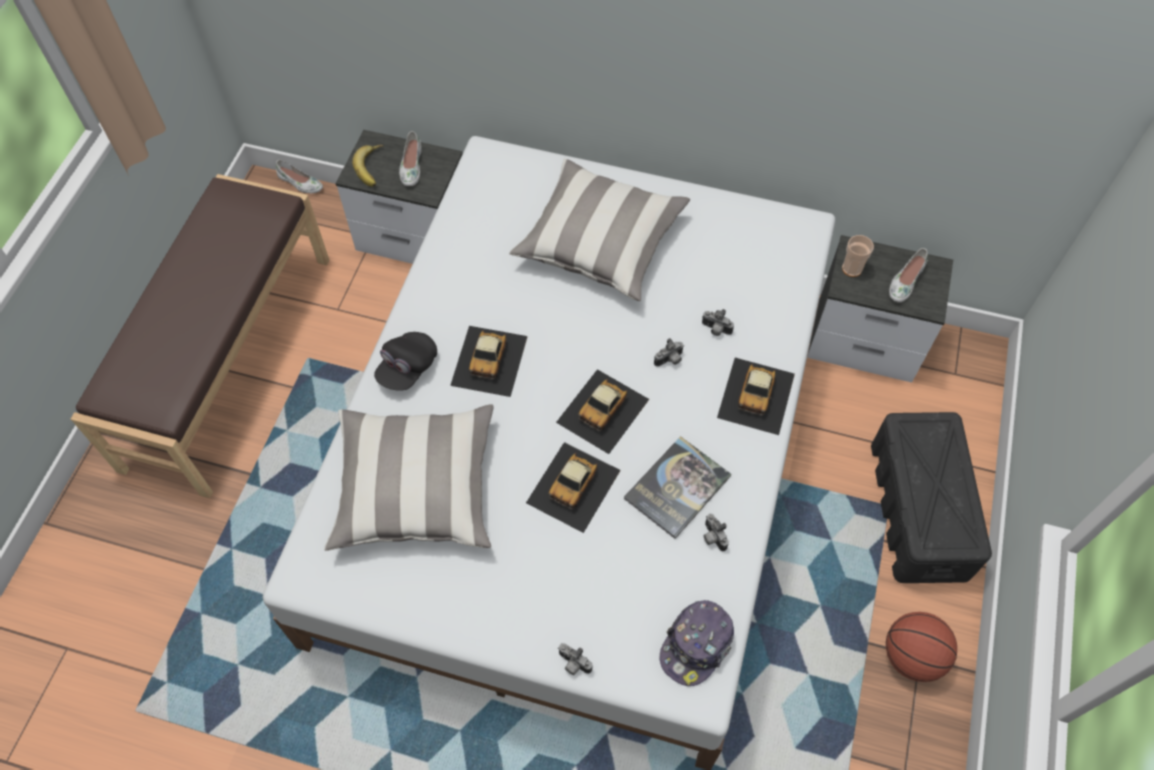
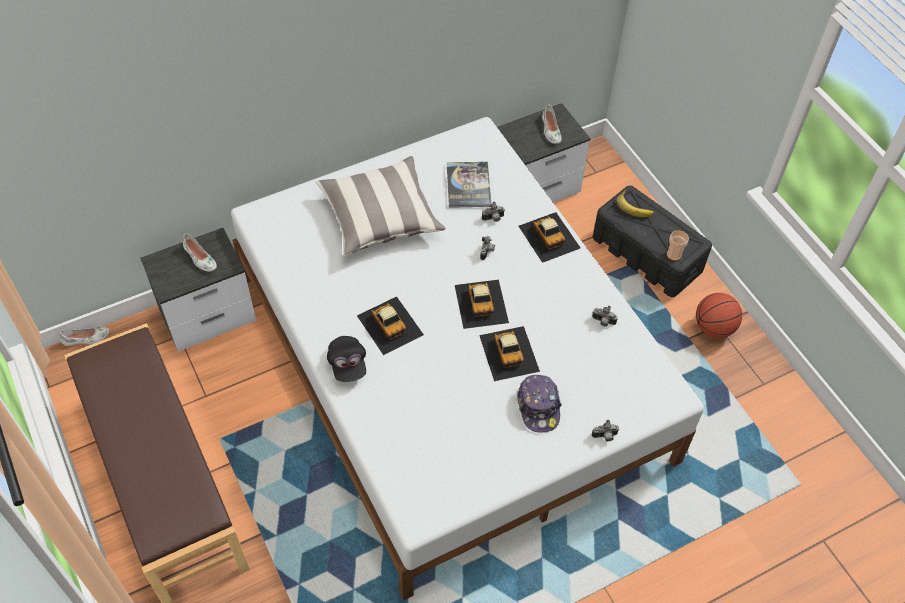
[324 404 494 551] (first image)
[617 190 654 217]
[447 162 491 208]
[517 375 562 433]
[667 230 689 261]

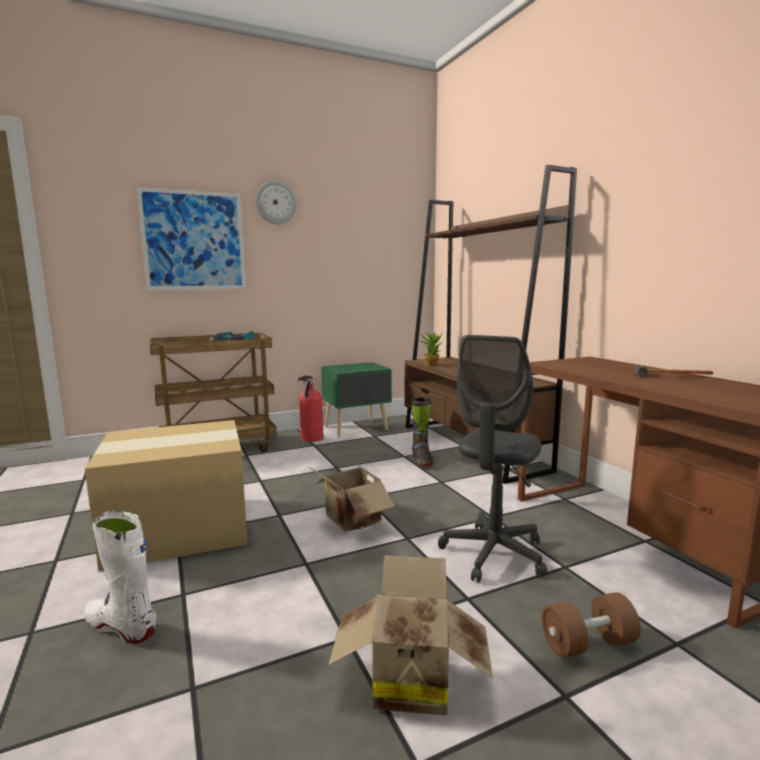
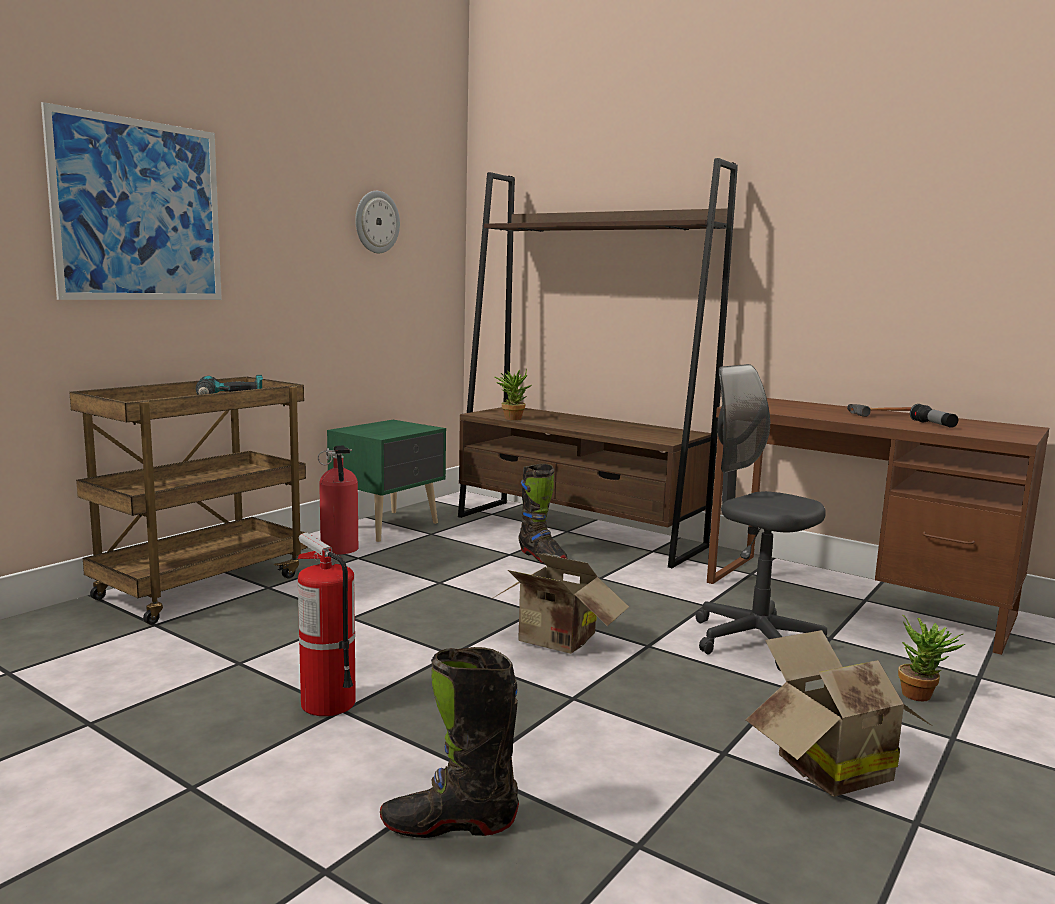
[910 404 958 428]
[355 191 400 253]
[298 533 356 716]
[898 614 966 701]
[380 647 519 838]
[696 364 827 671]

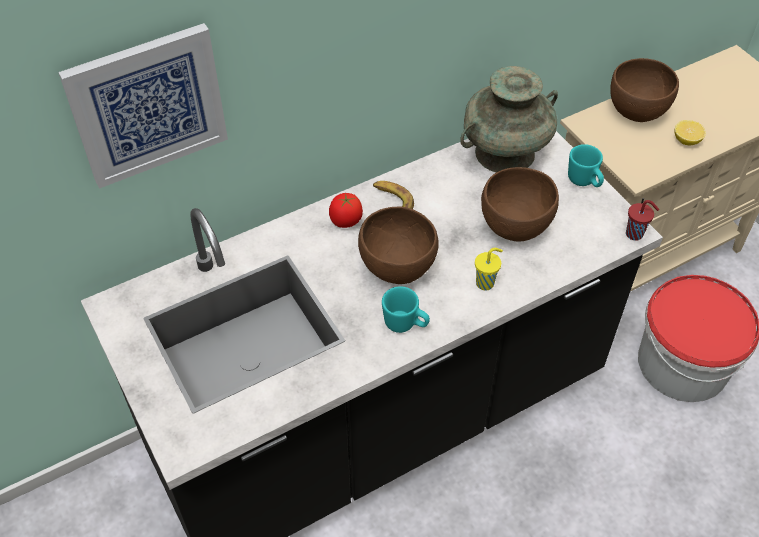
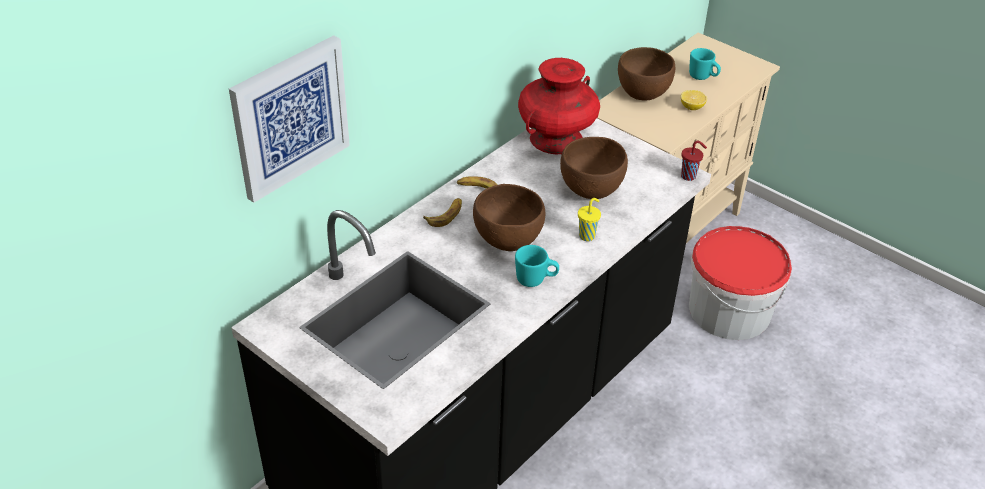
[689 48 721 80]
[423 198 462 227]
[518 58 600 154]

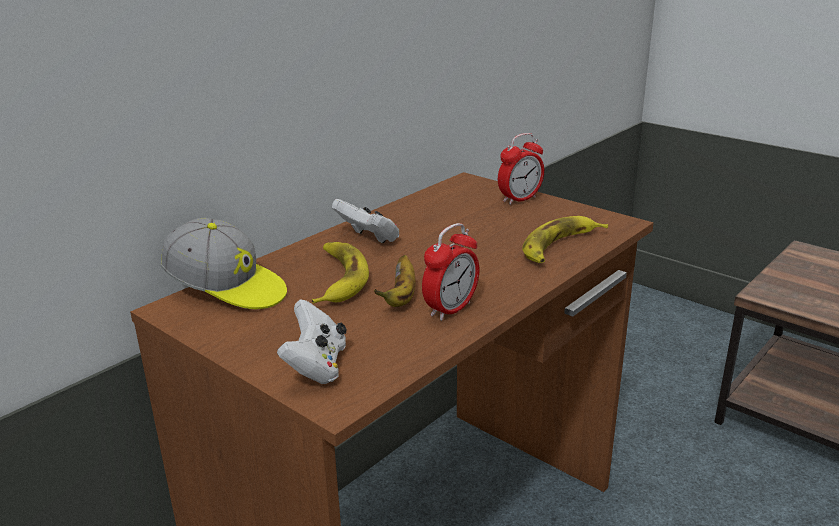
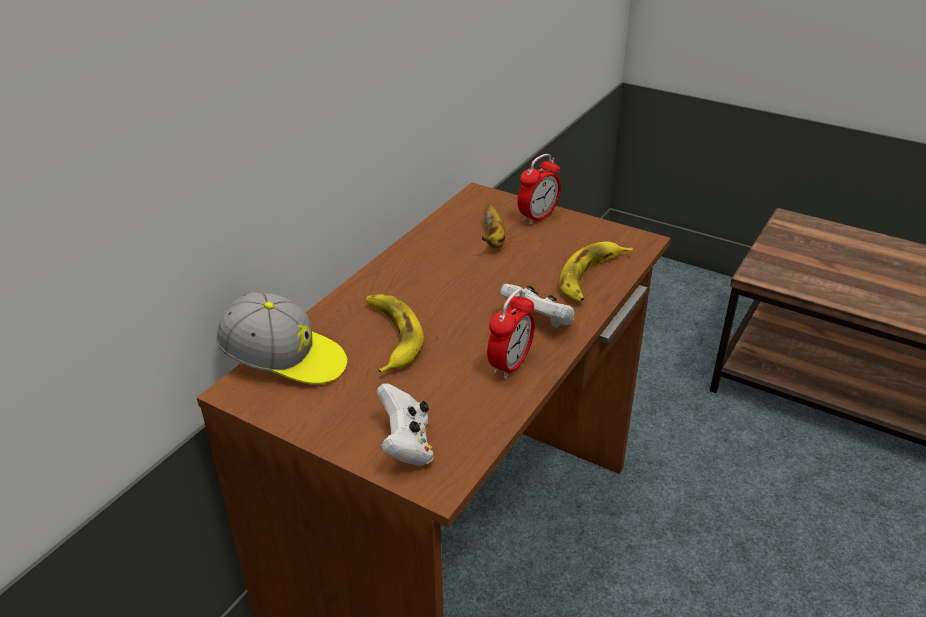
[500 284 574 328]
[482 204 505 248]

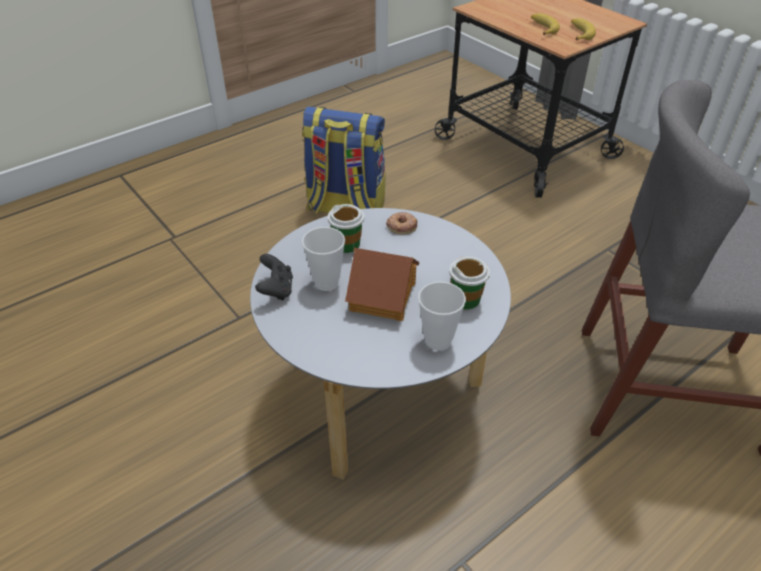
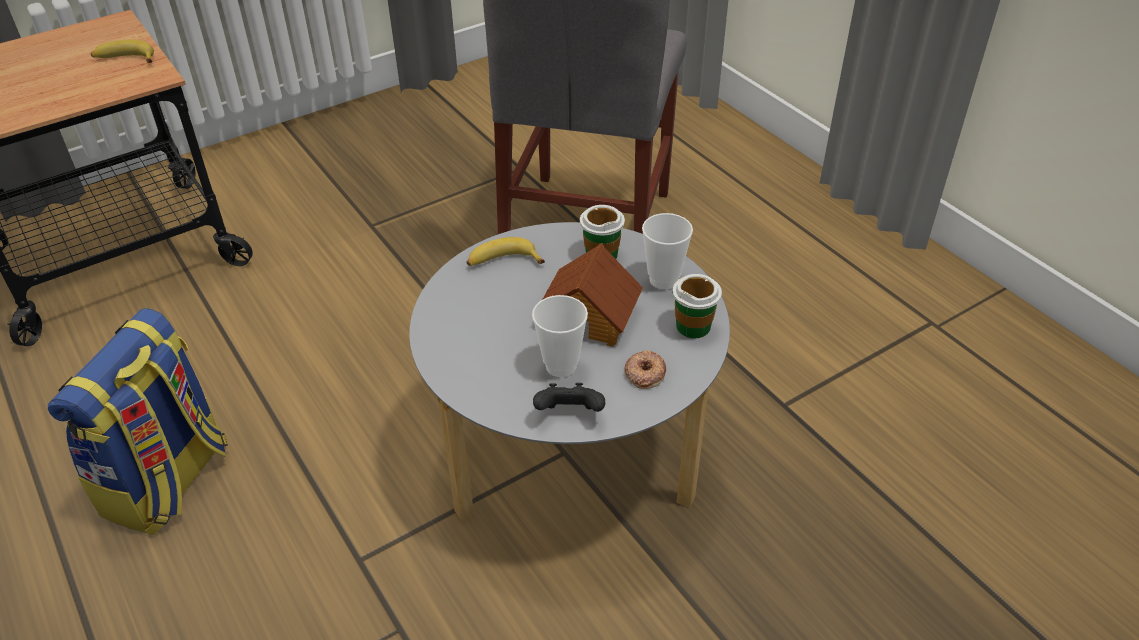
[673 274 722 338]
[624 350 666 389]
[467 237 545 266]

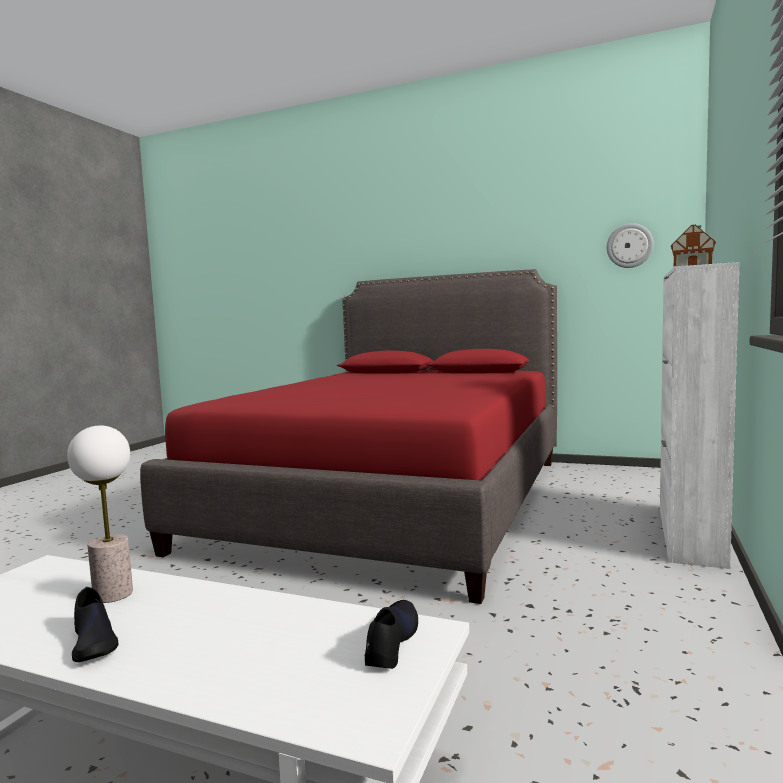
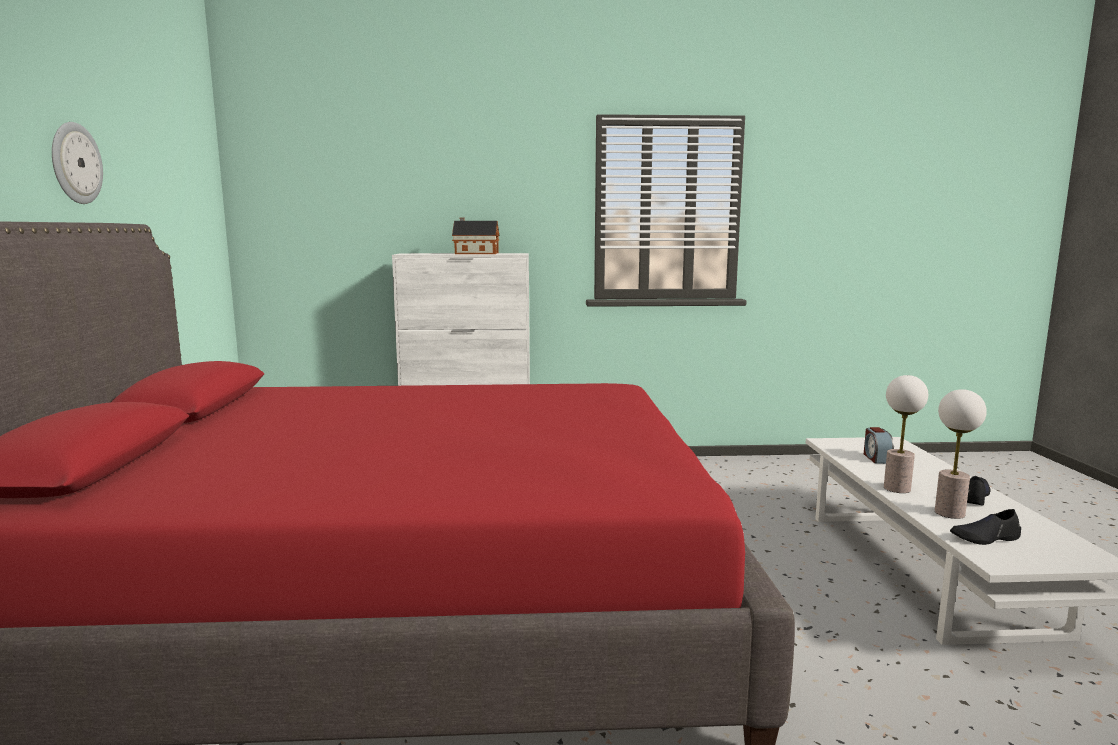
[864 427 894 464]
[884 375 928 493]
[950 509 1021 545]
[52 122 103 204]

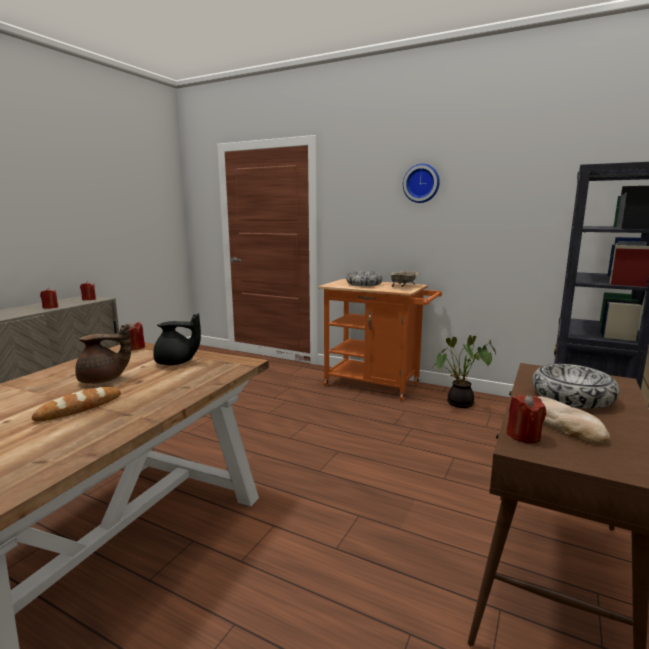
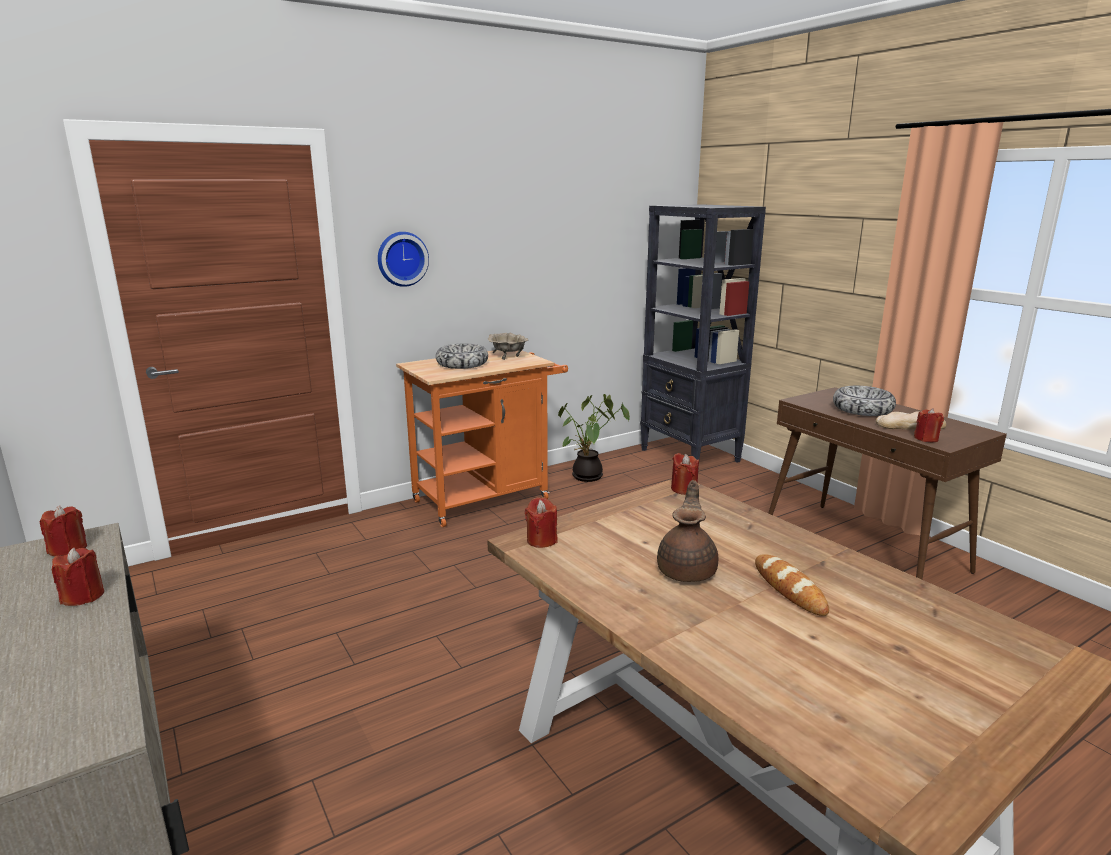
[153 313 201 365] (first image)
[671 453 699 495]
[378 232 429 287]

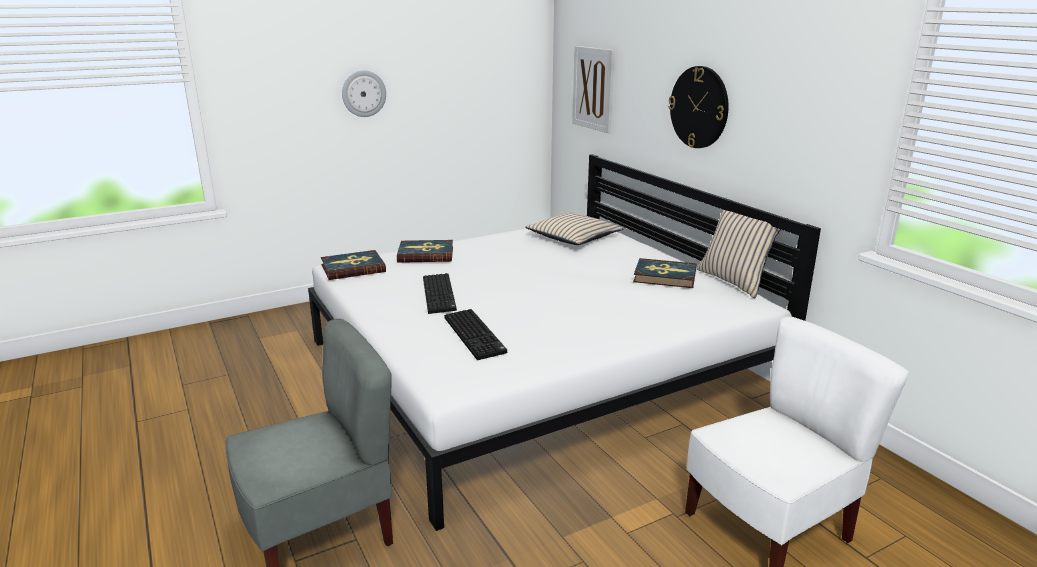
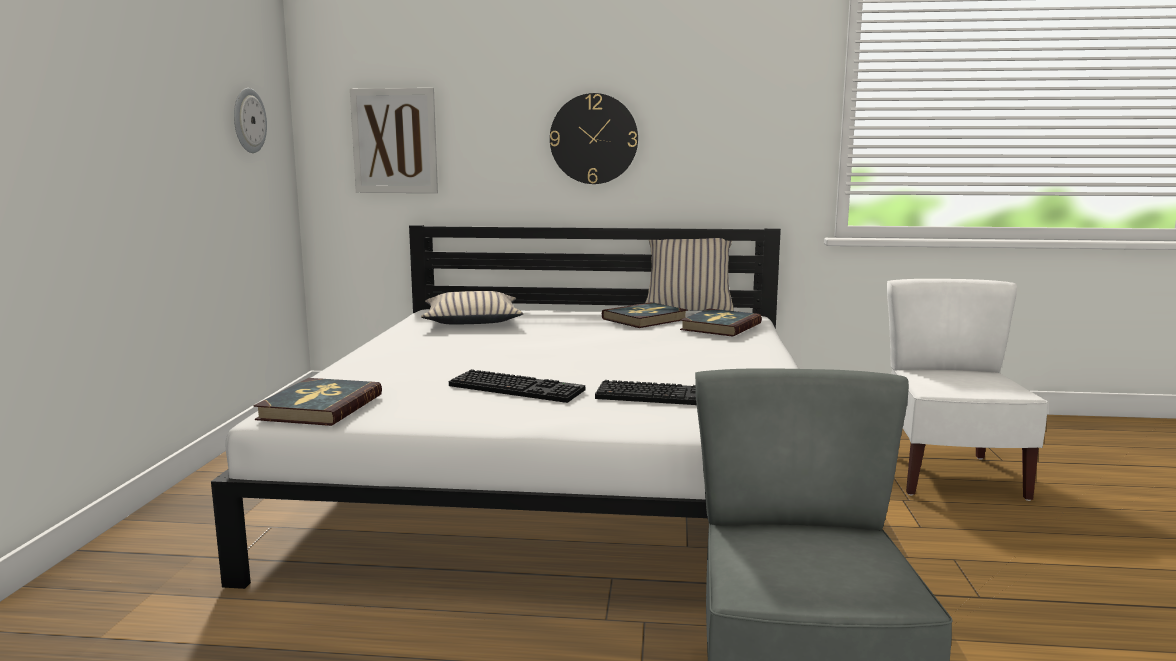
[234 88 267 153]
[680 309 762 337]

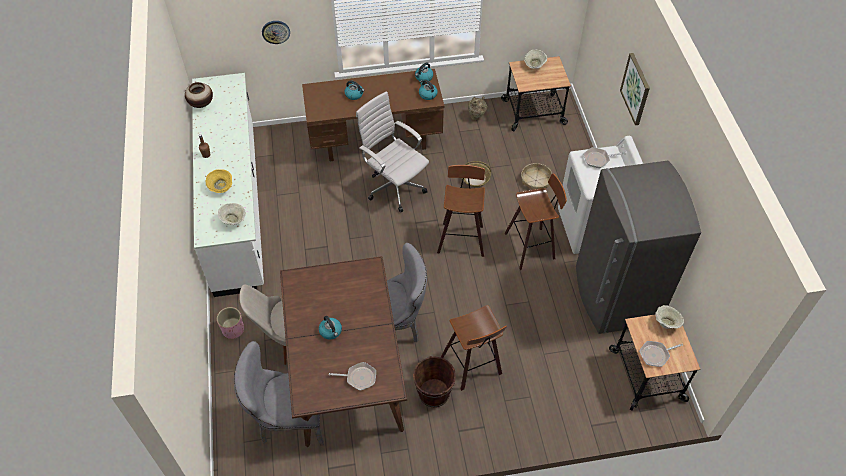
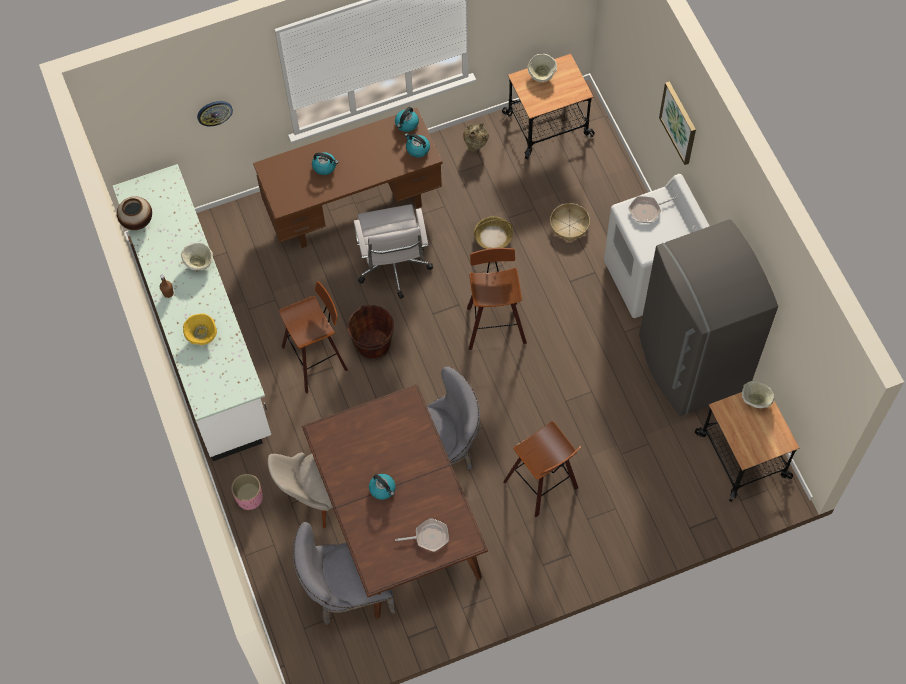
[639 341 683 367] (first image)
[181 243 213 270]
[348 305 394 360]
[279 281 348 394]
[354 204 433 299]

